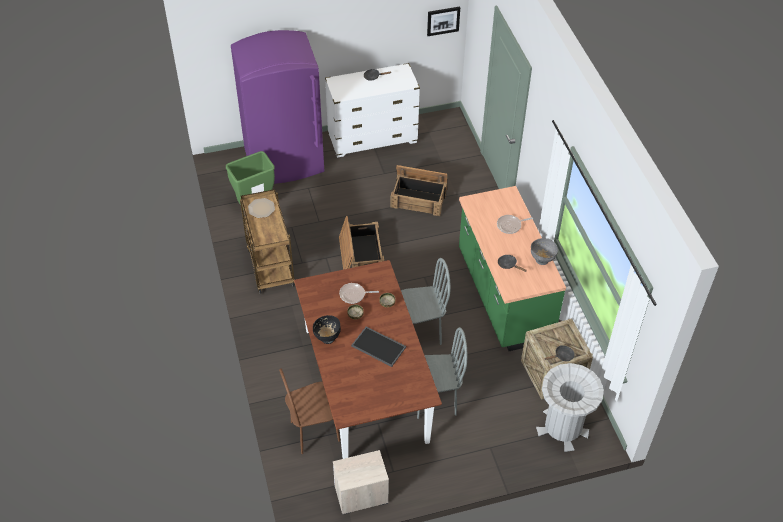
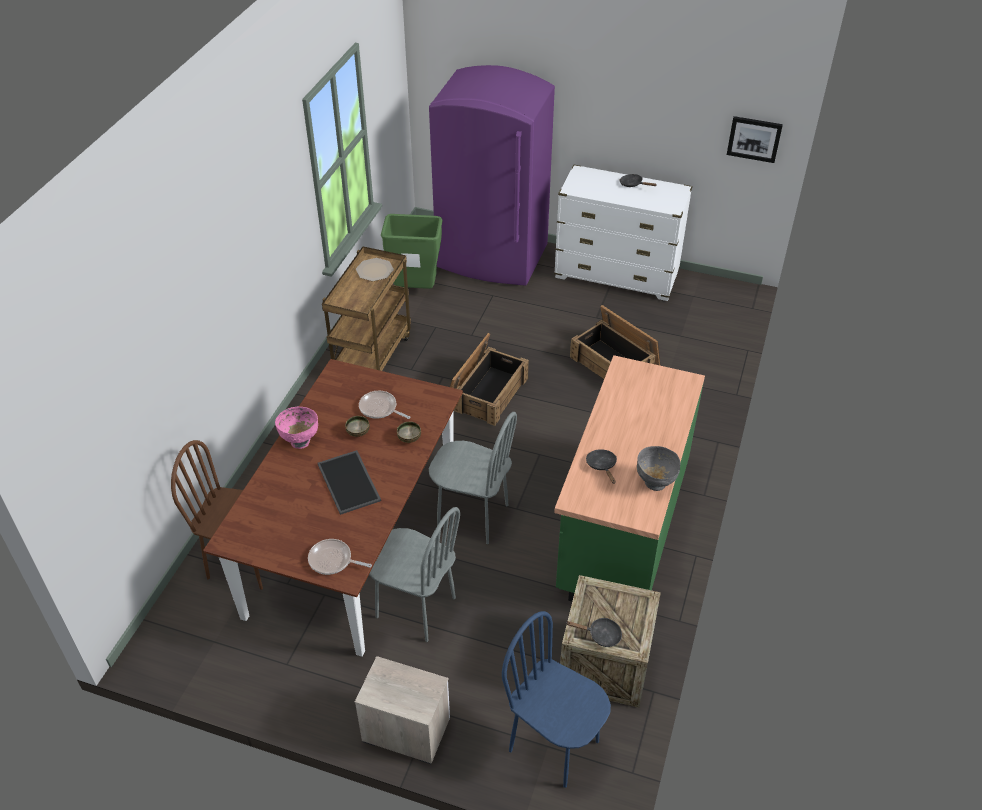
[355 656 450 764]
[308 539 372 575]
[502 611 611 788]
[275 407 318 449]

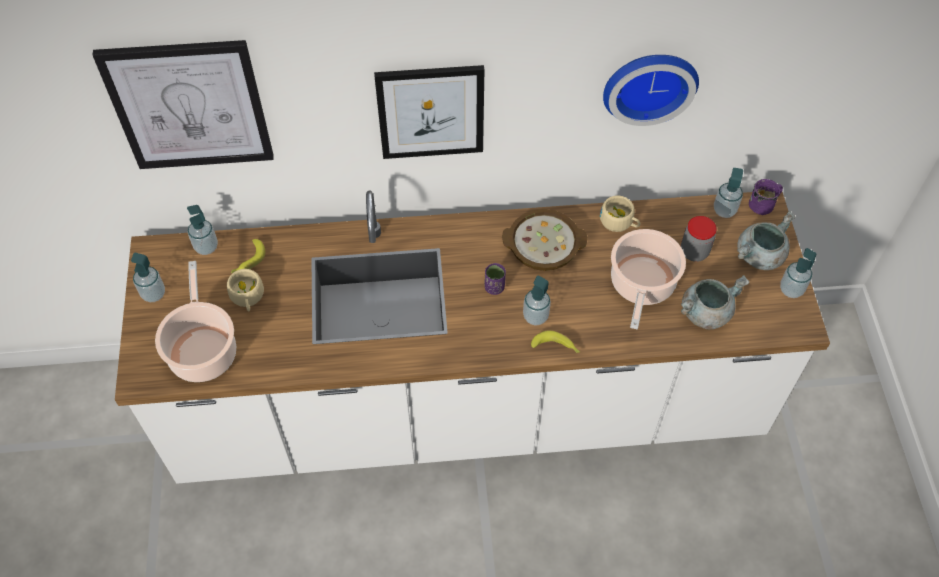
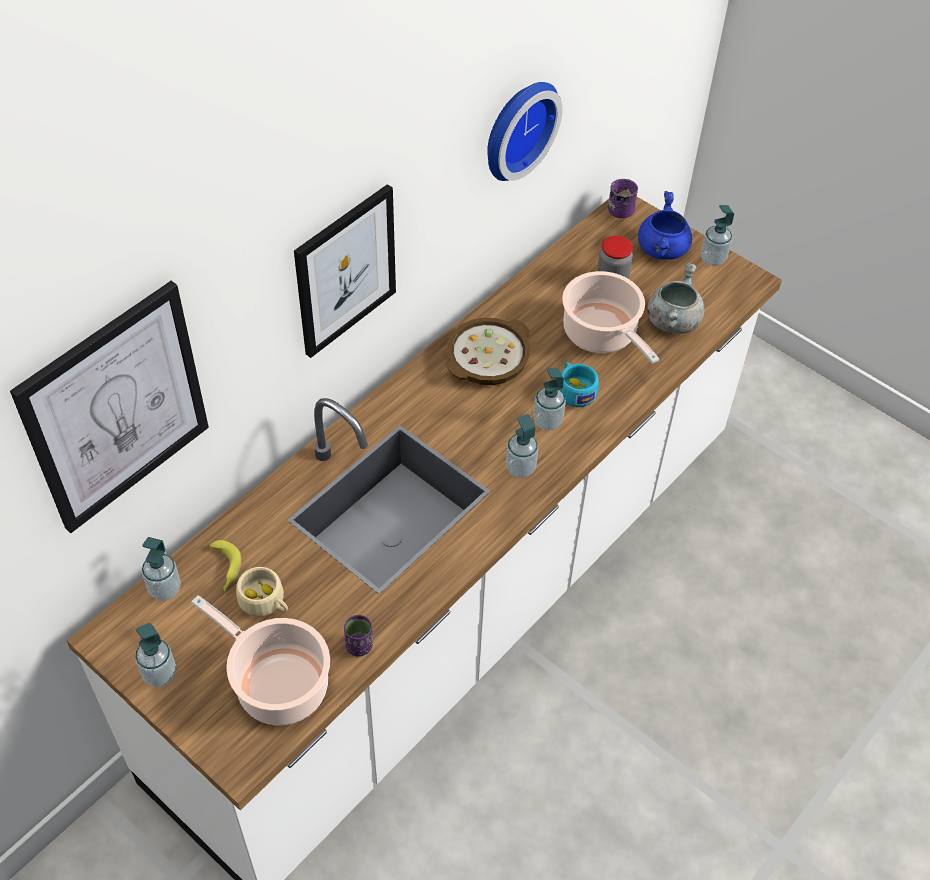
[531 330 580 353] (first image)
[600 195 640 232] (first image)
[560 362 599 407]
[344 615 373 657]
[506 414 538 478]
[638 191 692 260]

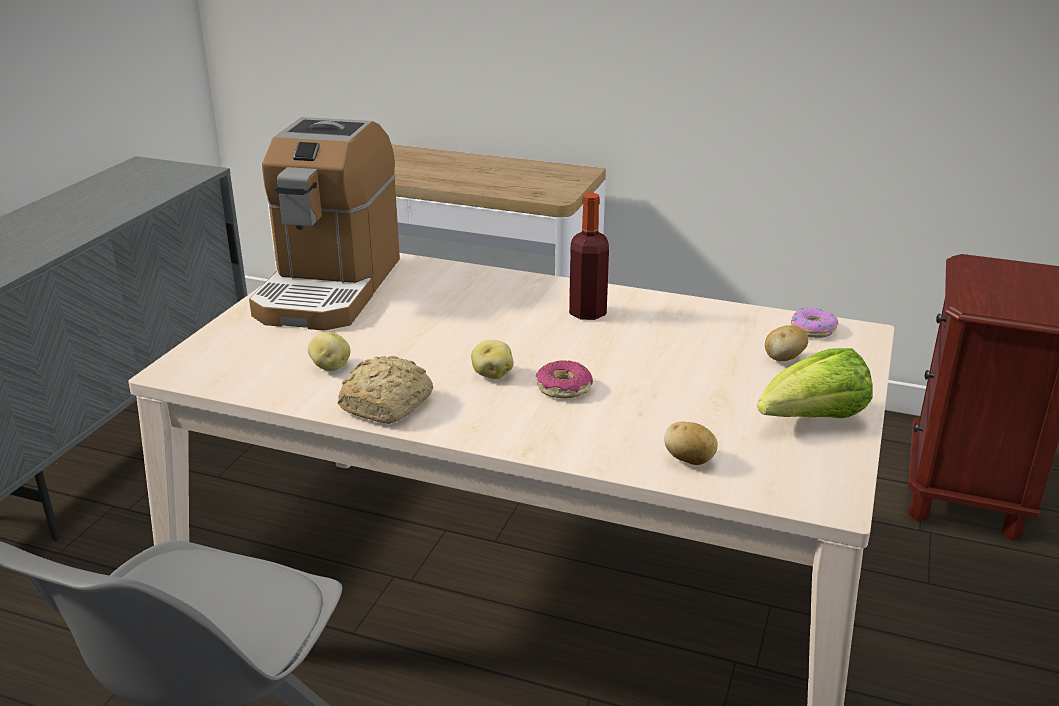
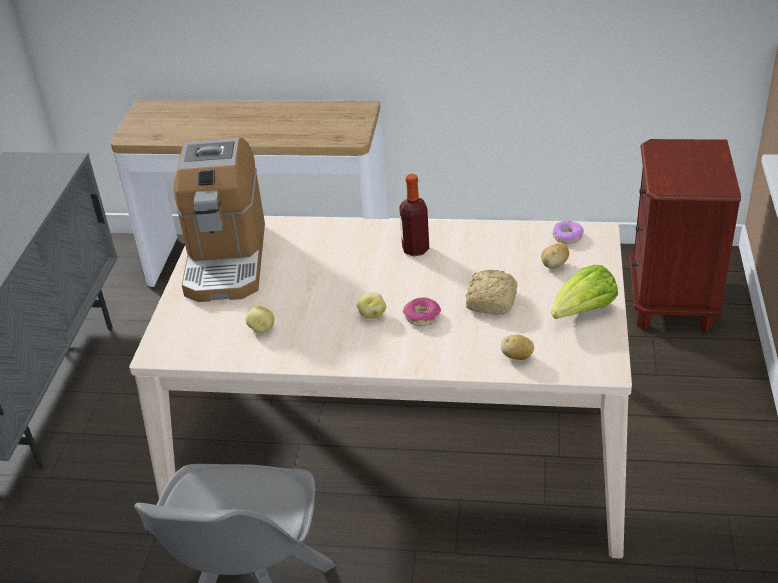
[466 270 517 315]

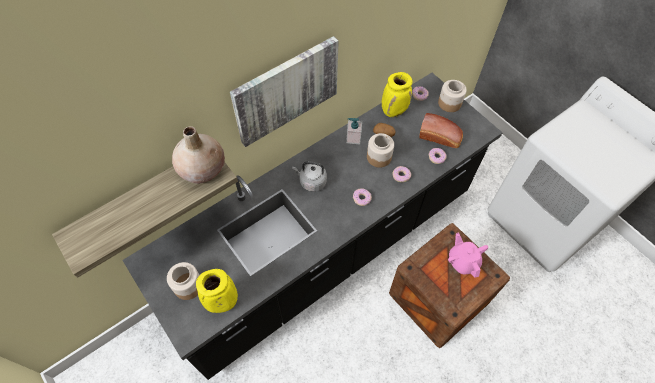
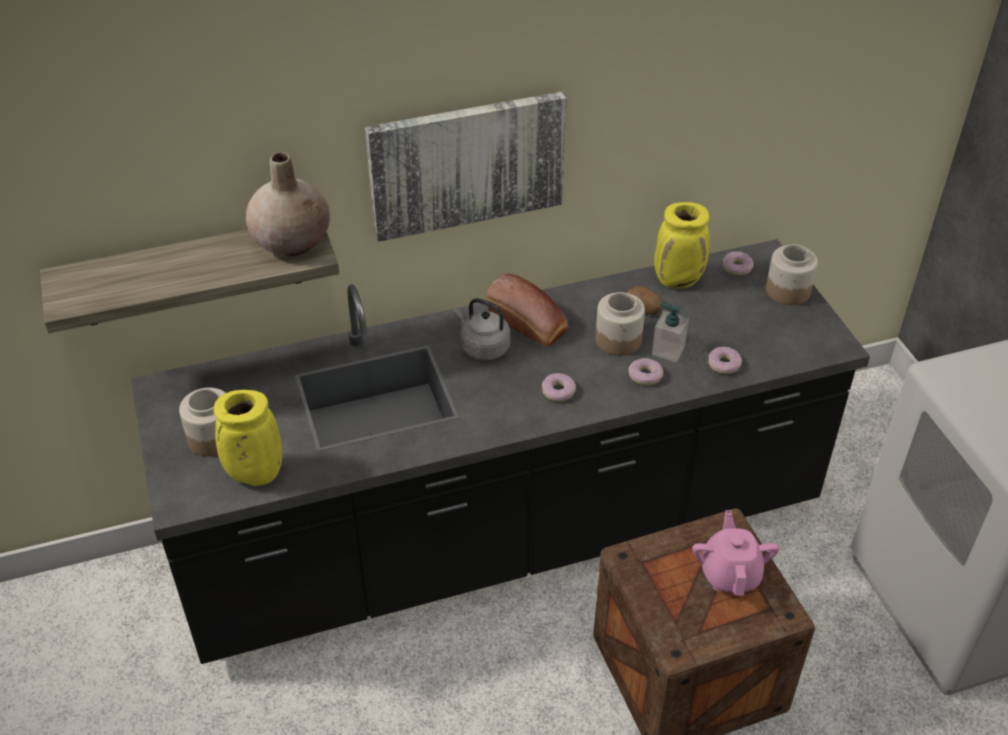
[652 303 689 362]
[487 274 568 347]

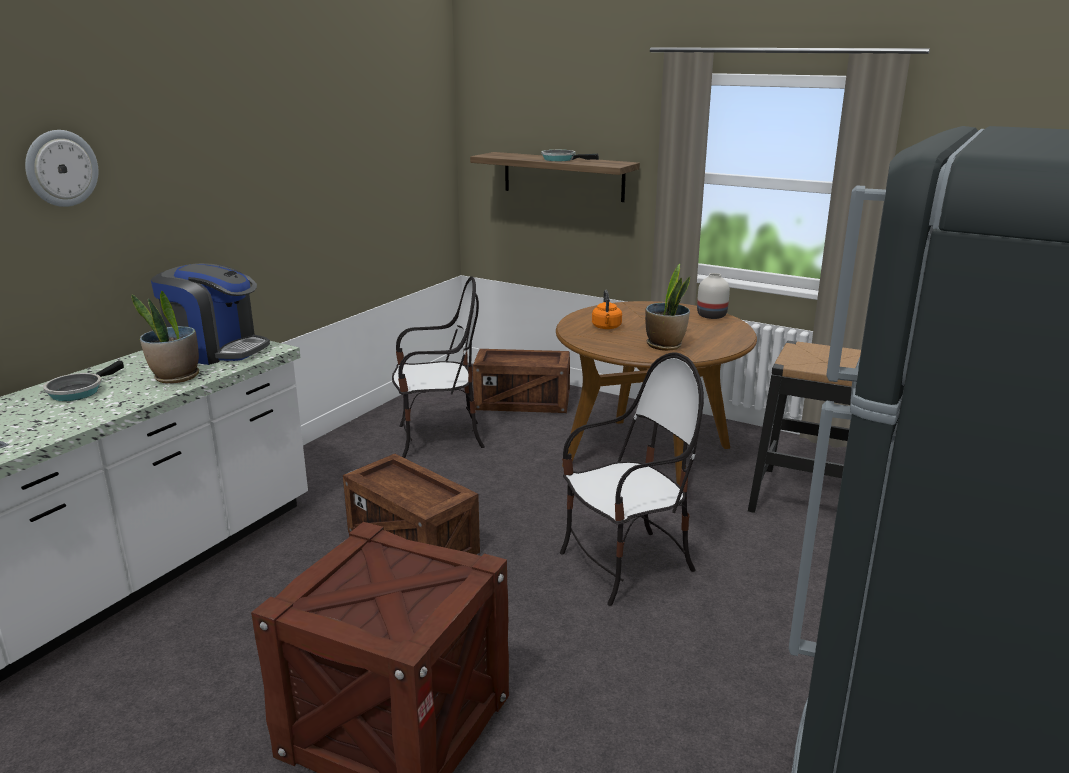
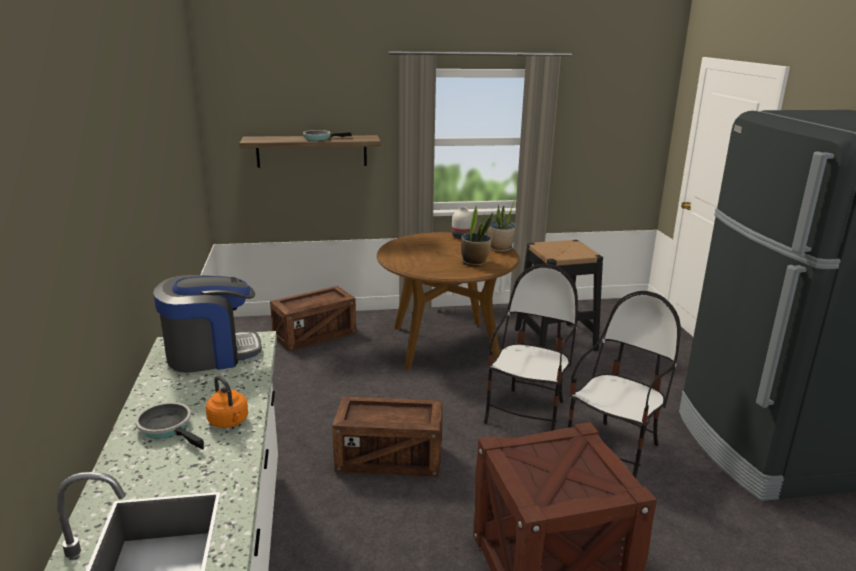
[25 130 98 207] (first image)
[488 200 516 252]
[568 291 681 478]
[206 375 248 428]
[135 402 204 450]

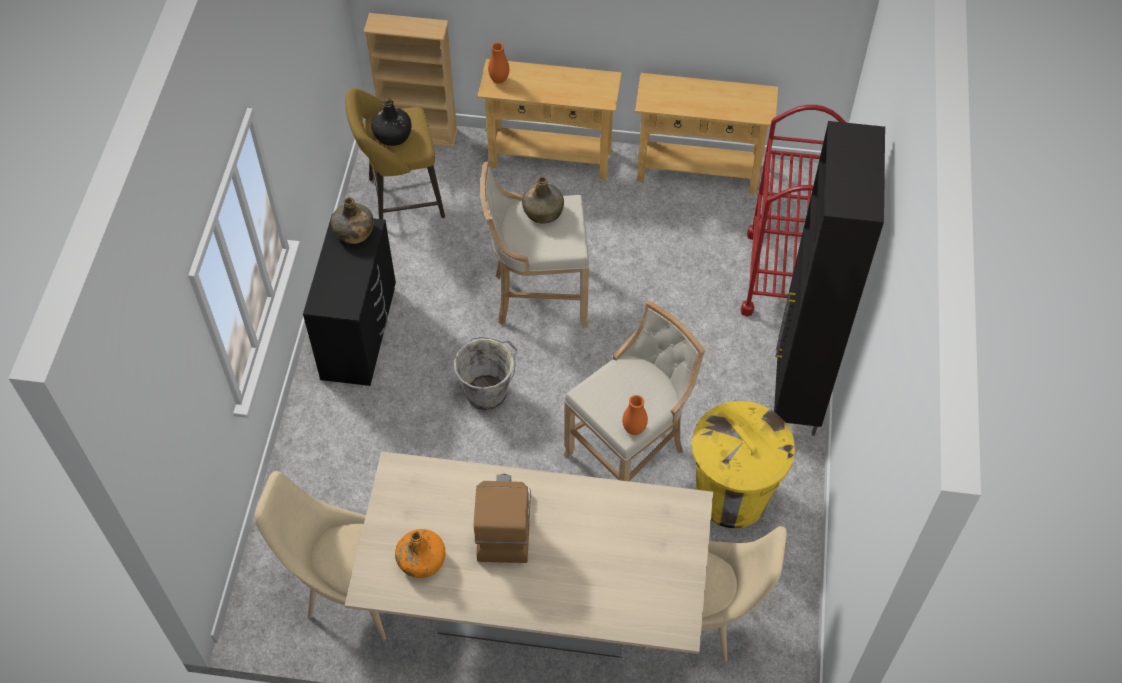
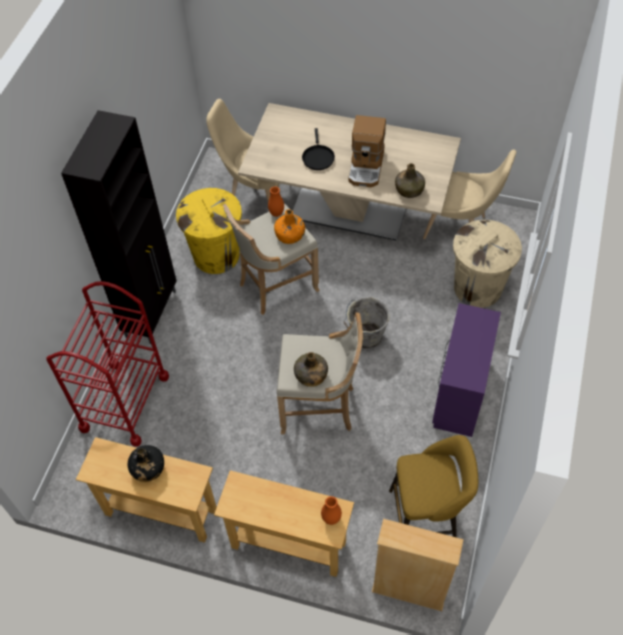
[302 128 335 170]
[453 220 522 308]
[395 163 425 198]
[128 445 164 482]
[274 209 305 244]
[432 303 501 437]

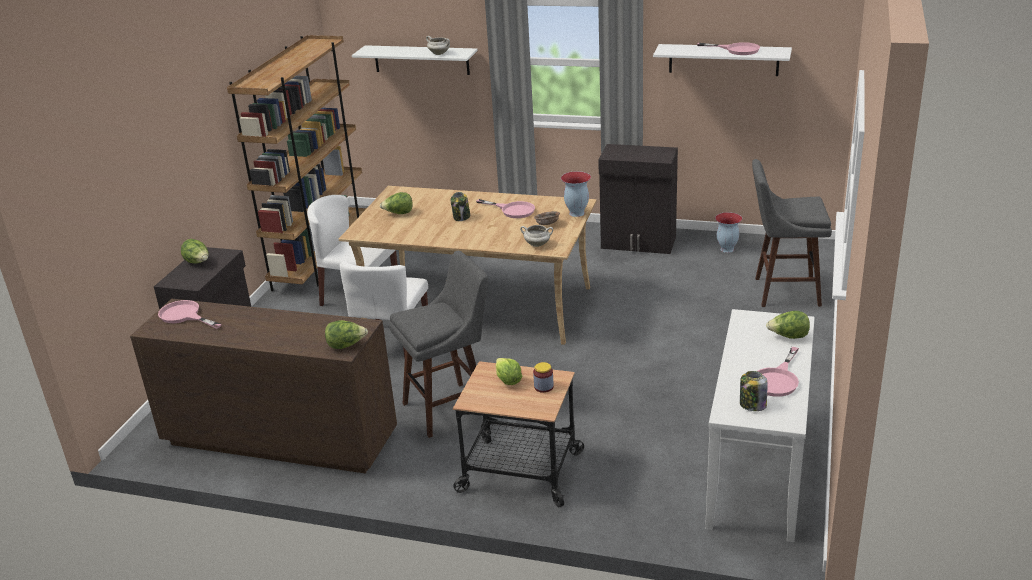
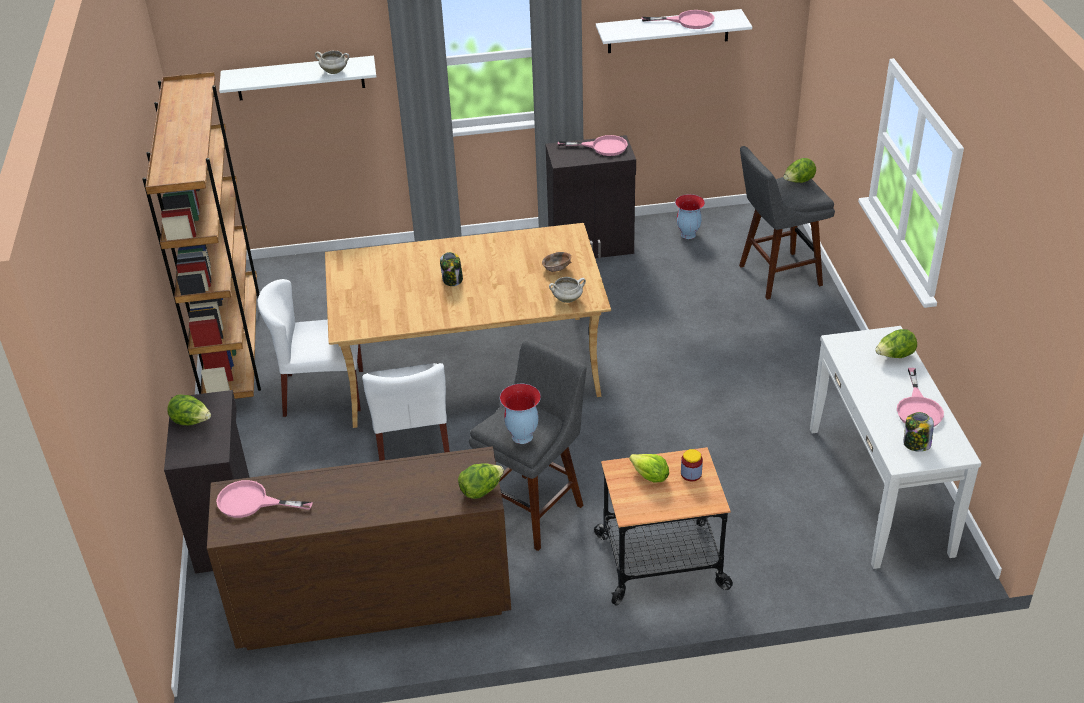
[783 158 816 183]
[558 135 628 156]
[500 384 541 444]

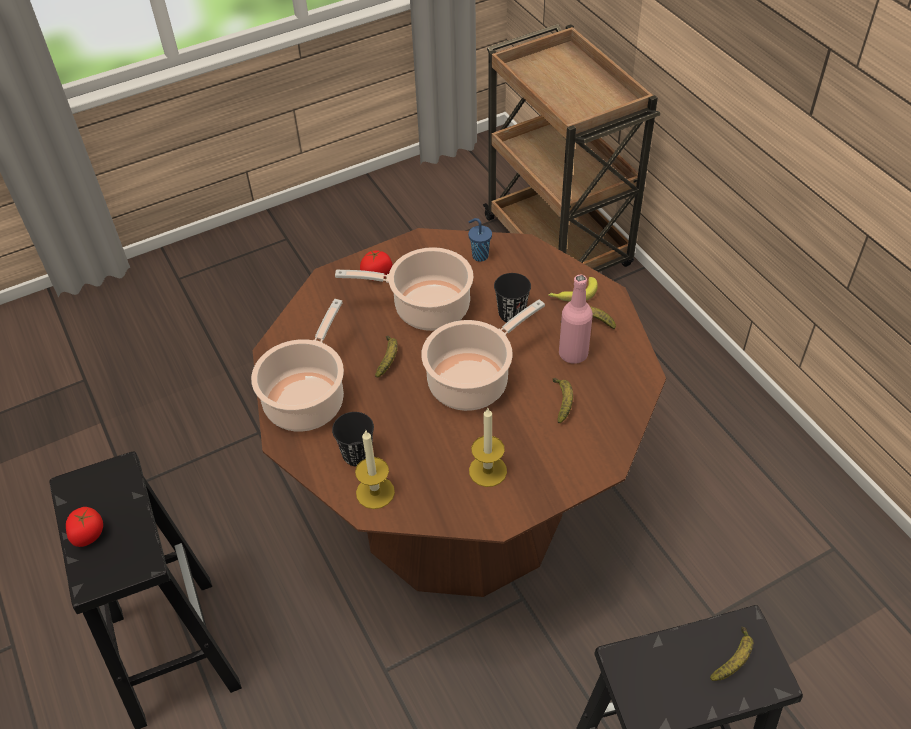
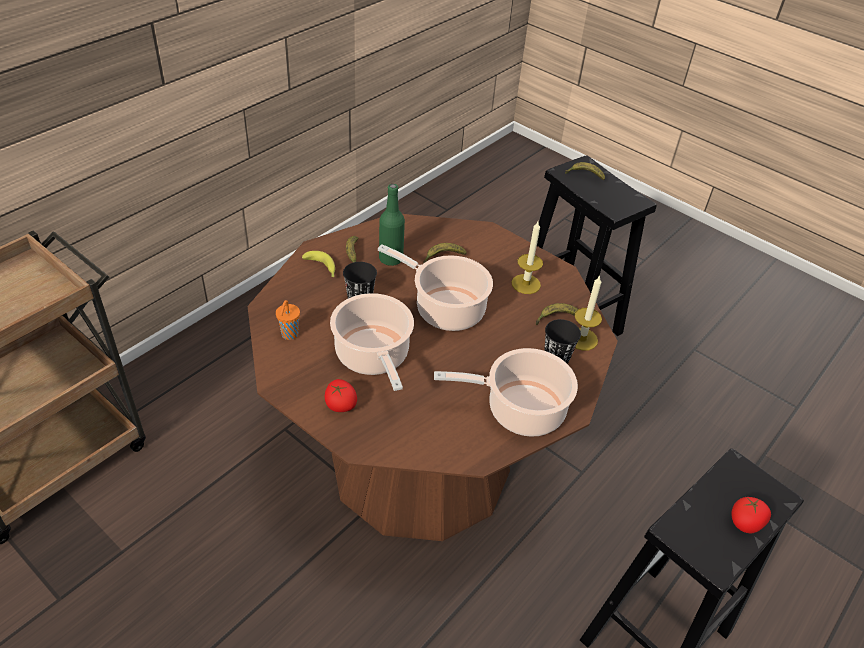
[536 303 578 325]
[276 300 300 340]
[379 184 405 266]

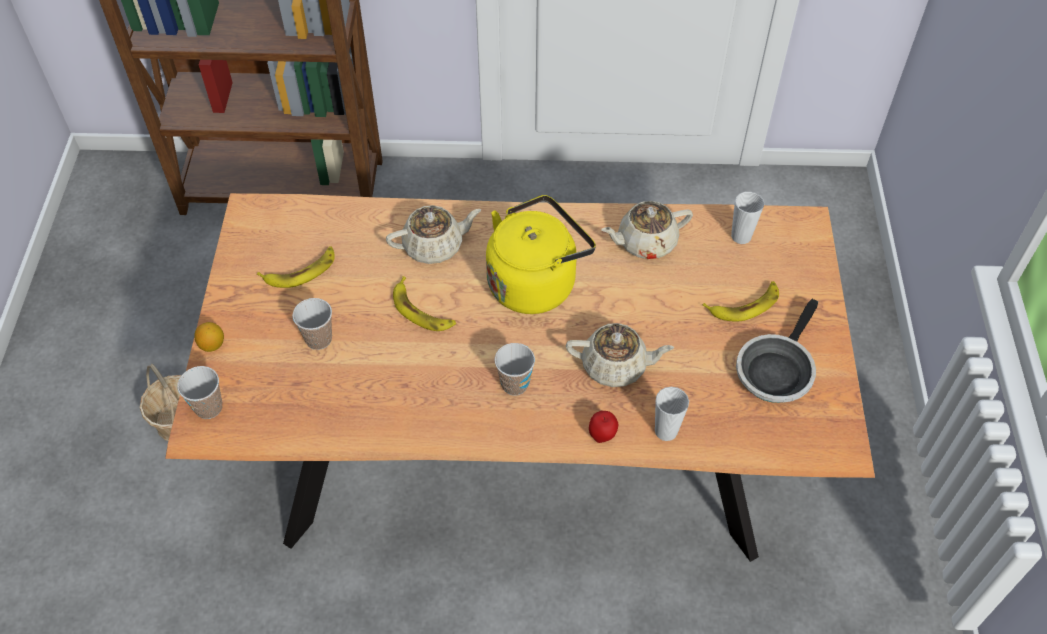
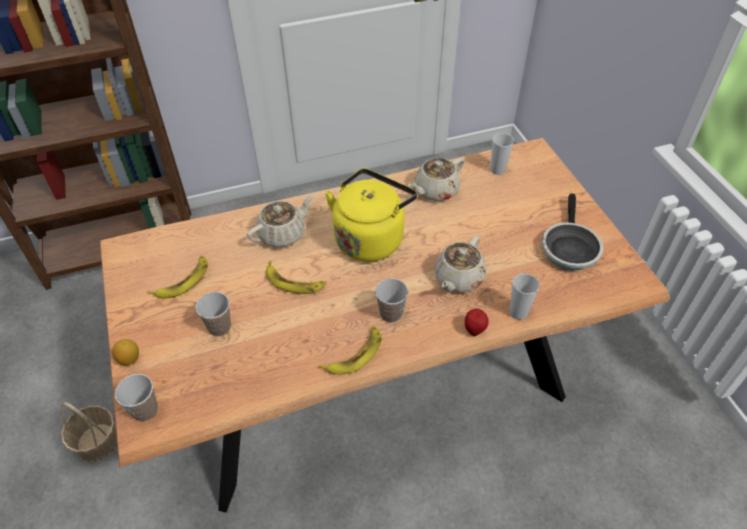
[319 326 382 375]
[434 235 487 292]

